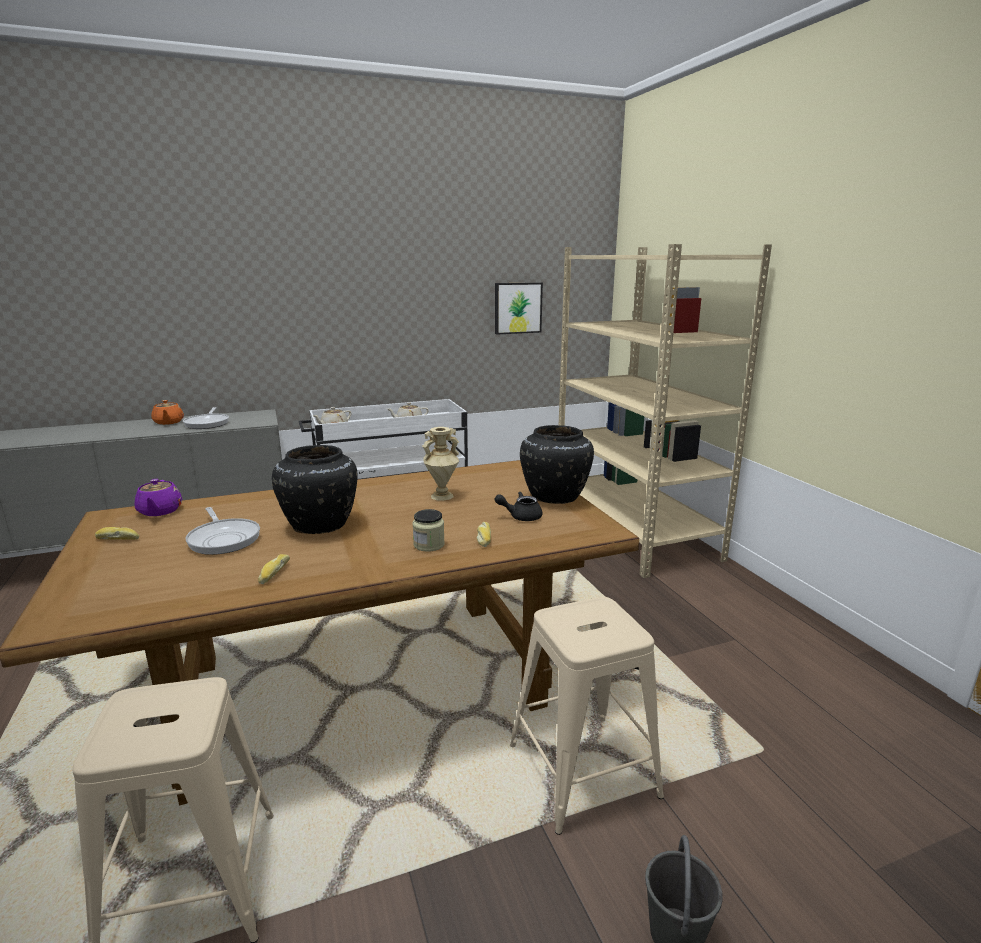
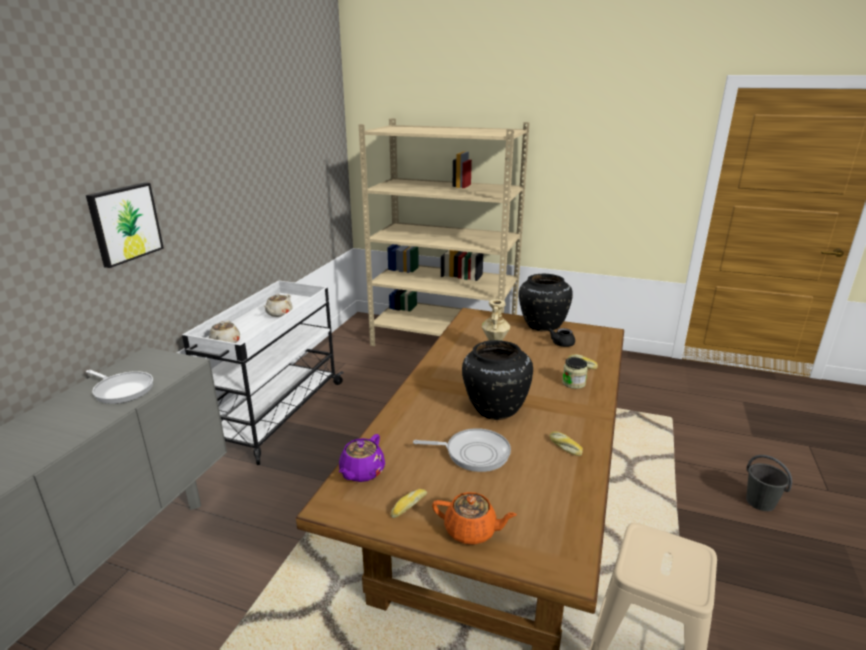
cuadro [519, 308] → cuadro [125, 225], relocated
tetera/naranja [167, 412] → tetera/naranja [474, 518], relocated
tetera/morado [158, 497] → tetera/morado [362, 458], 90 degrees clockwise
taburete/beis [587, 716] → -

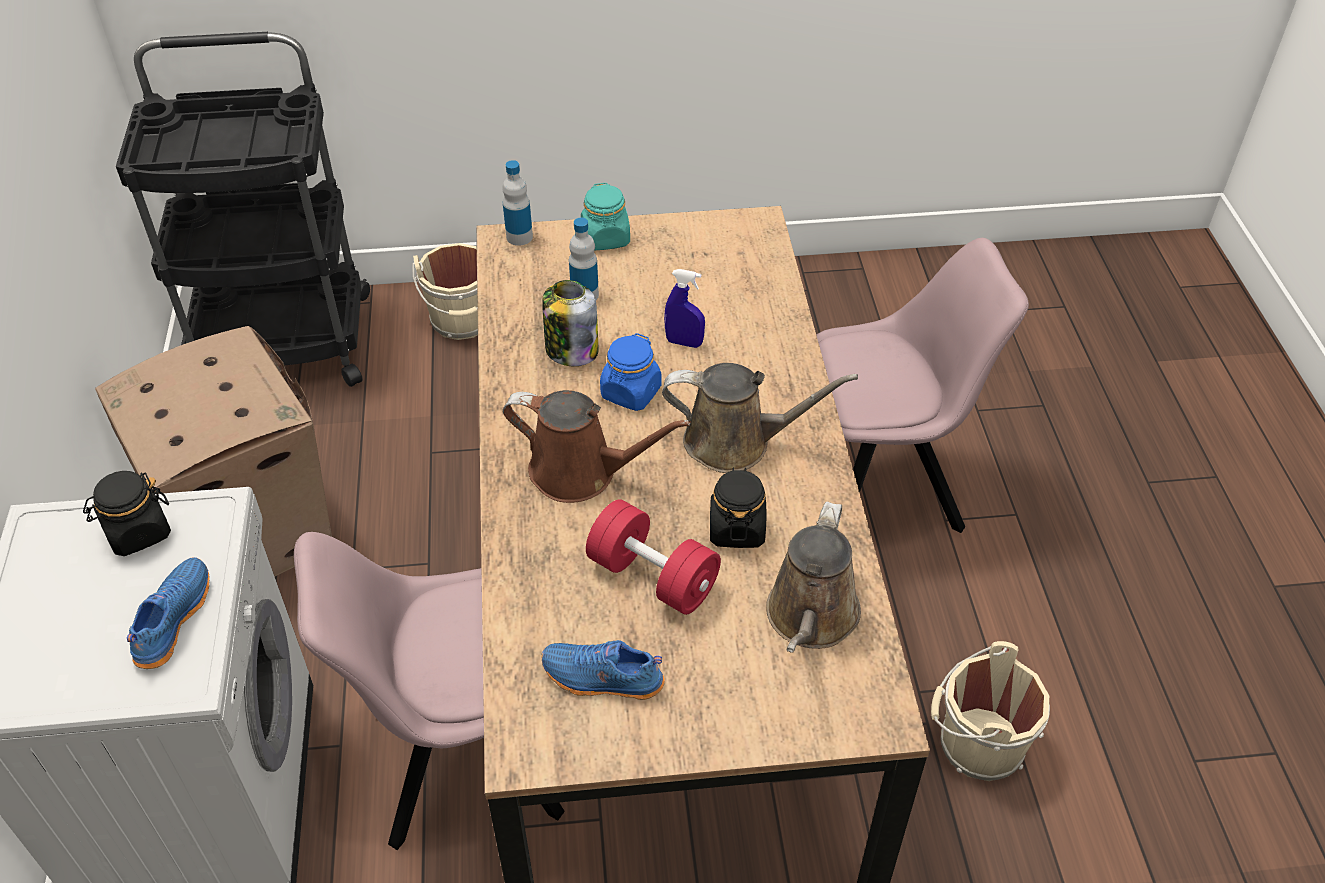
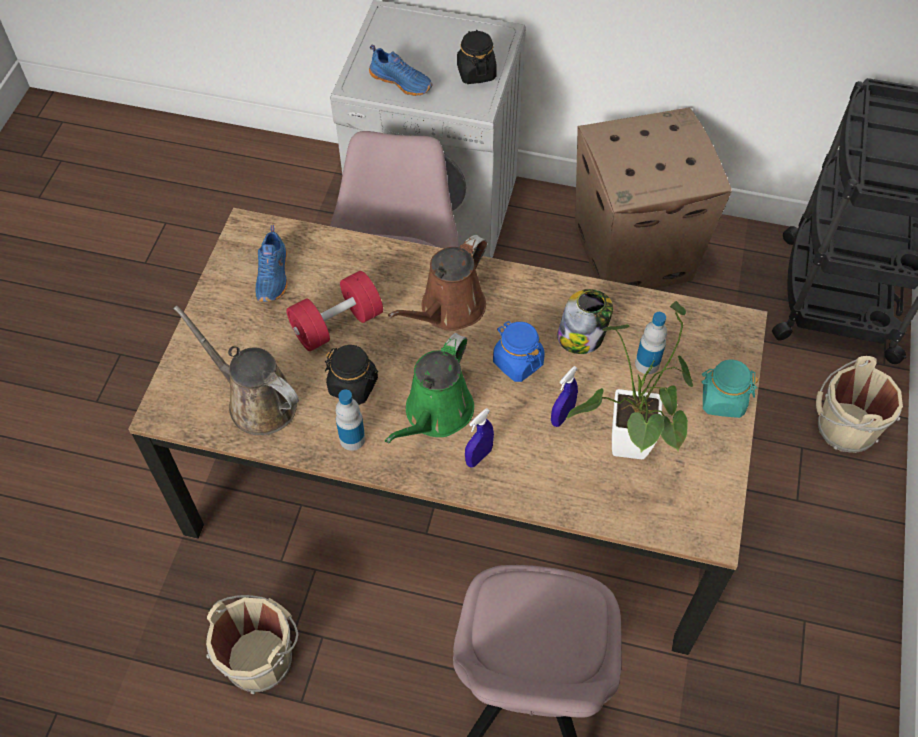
botella [517, 203] → botella [350, 420], relocated
regadera/marrón [760, 418] → regadera/verde [429, 388]
zapato/azul [603, 670] → zapato/azul [271, 263], 150 degrees clockwise
- → planta en maceta [629, 380]
- → pulverizador/azul [479, 438]

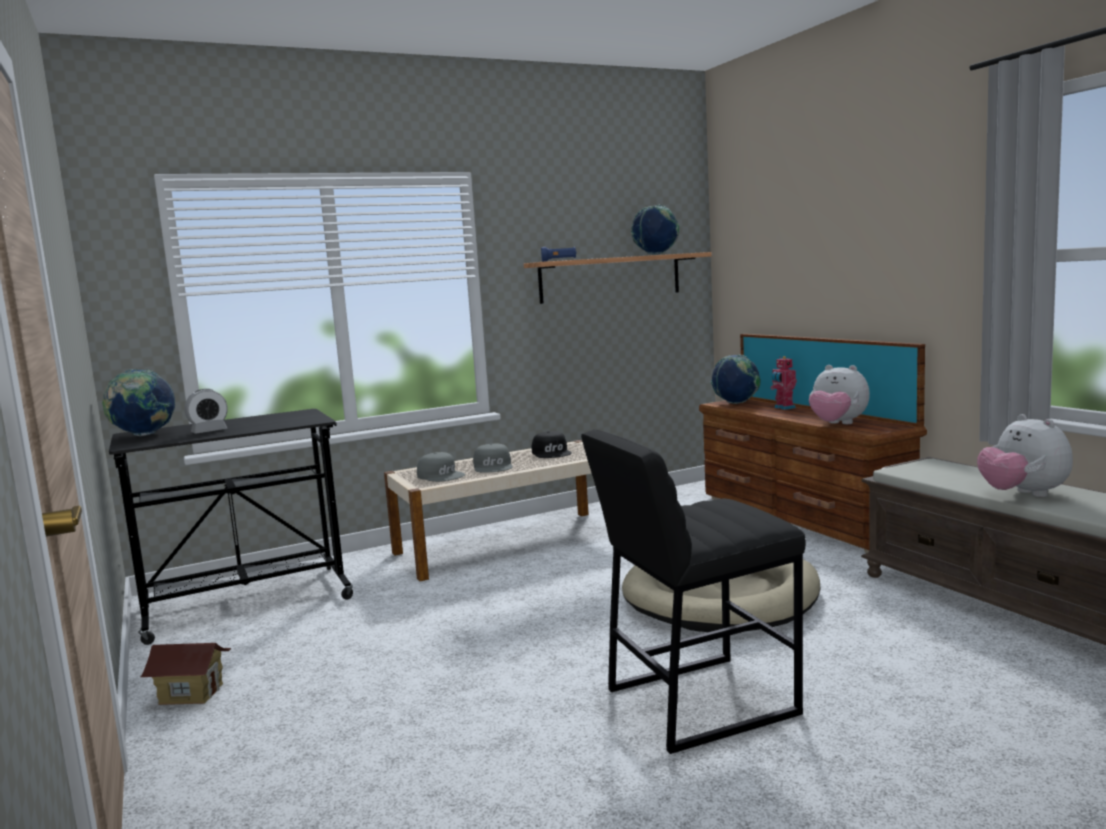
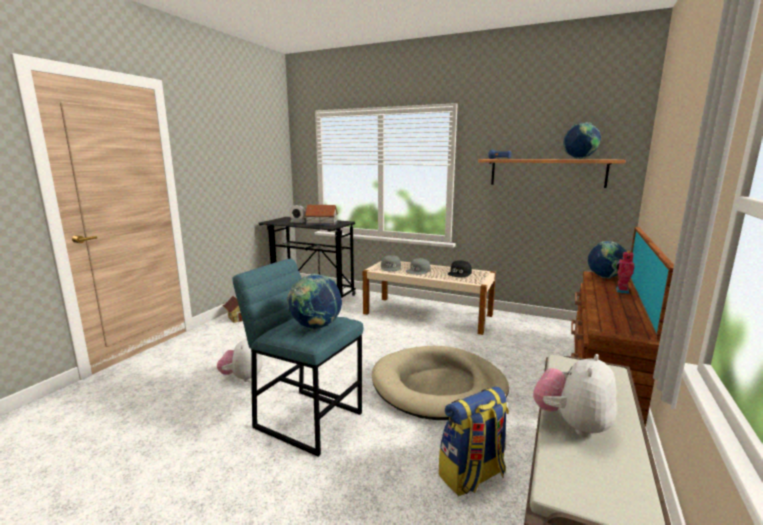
peluche [839, 394] → peluche [240, 360], relocated
globo terráqueo [138, 402] → globo terráqueo [314, 302], relocated
taburete/negro [693, 591] → taburete/azul [298, 358]
- → casita [321, 215]
- → mochila [474, 441]

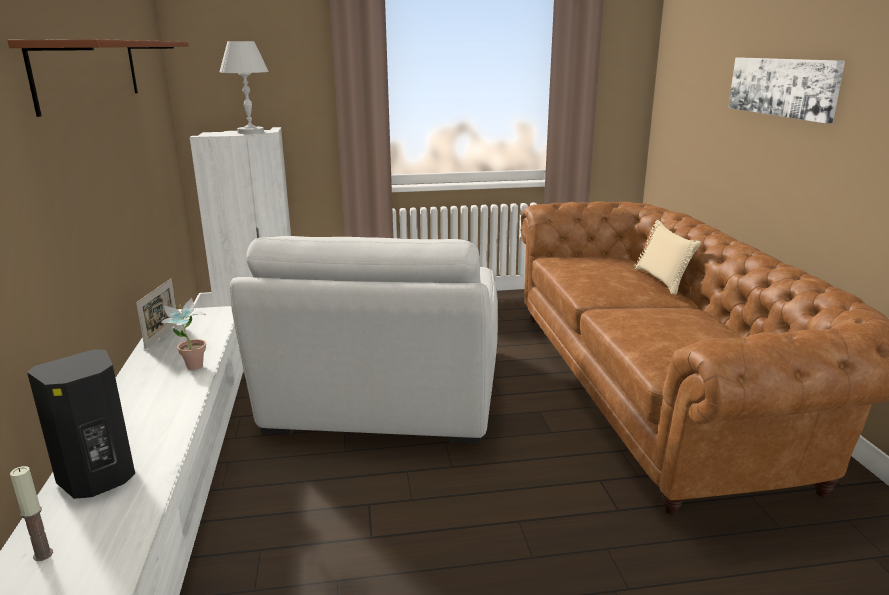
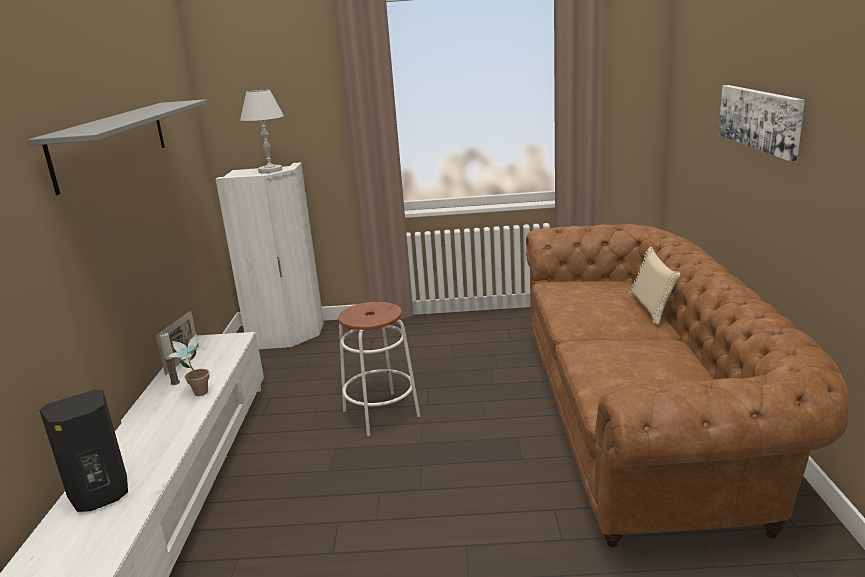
estante/marrón [98, 78] → estante/gris [117, 147]
sillón/blanco [364, 339] → taburete/blanco [379, 369]
vela [31, 513] → vela [170, 359], relocated

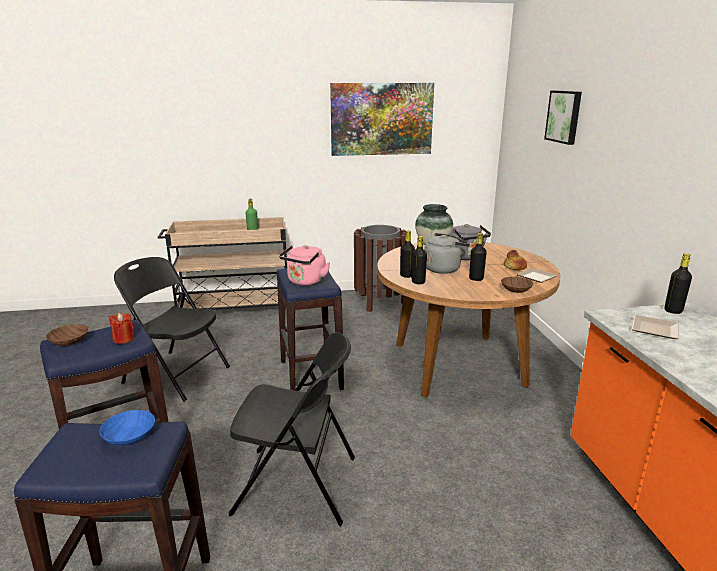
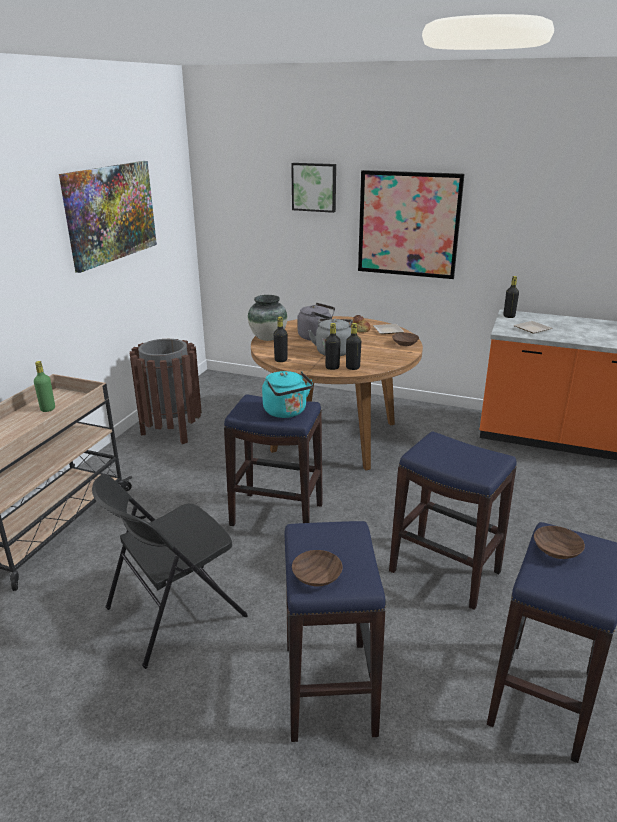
botella/negro [478, 257] → botella/negro [281, 339], relocated
hervidor/rosa [304, 265] → hervidor/turquesa [287, 394]
vela/rojo [122, 328] → -
silla/negro [292, 429] → taburete [453, 520]
cuenco/azul [127, 427] → cuenco/marrón [559, 542]
- → cuadro [411, 224]

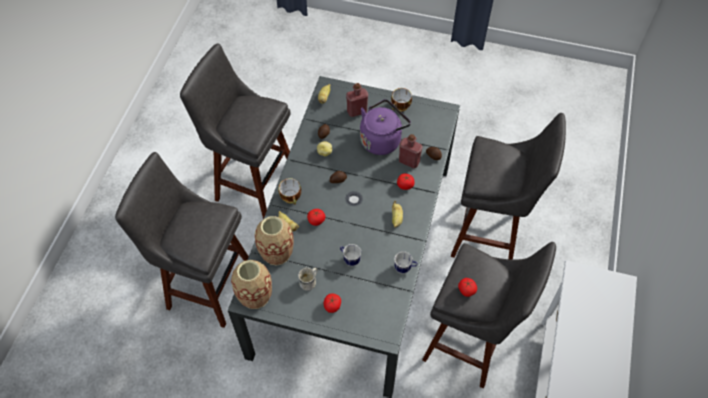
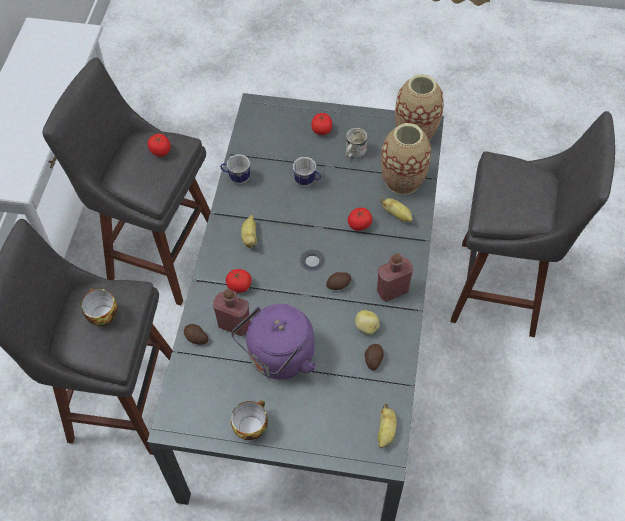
taburete/gris [235, 131] → -
botella/rojo [357, 100] → botella/rojo [395, 277], relocated
taza [290, 191] → taza [99, 307], relocated

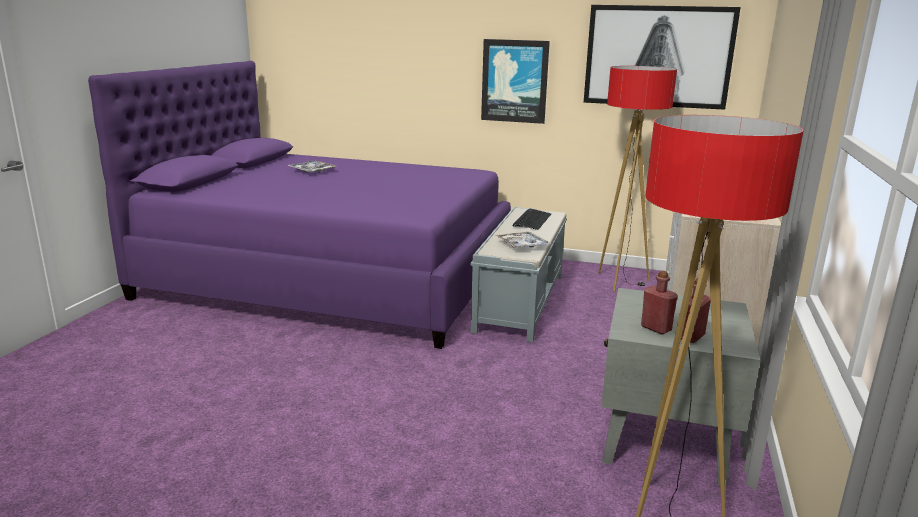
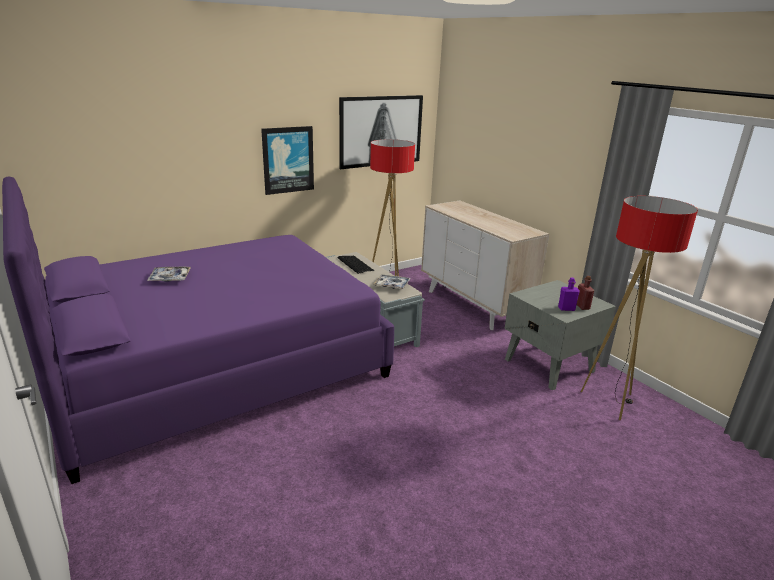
botella/rojo [659, 302] → botella/morado [569, 294]

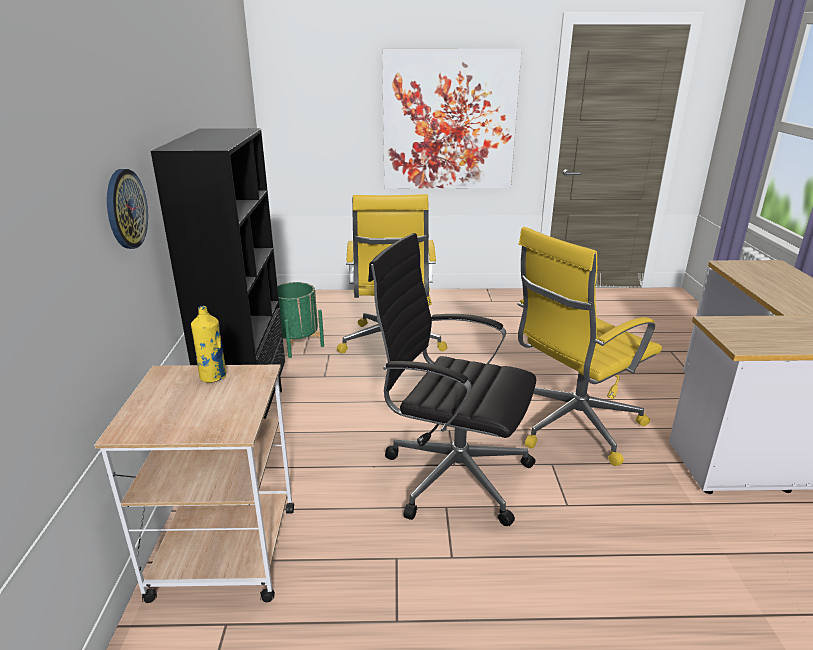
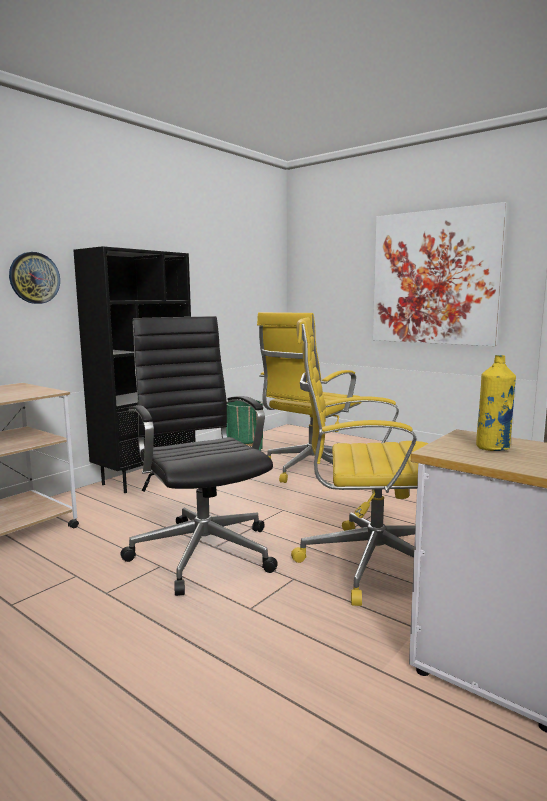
botella/amarillo [208, 344] → botella/amarillo [496, 403], relocated

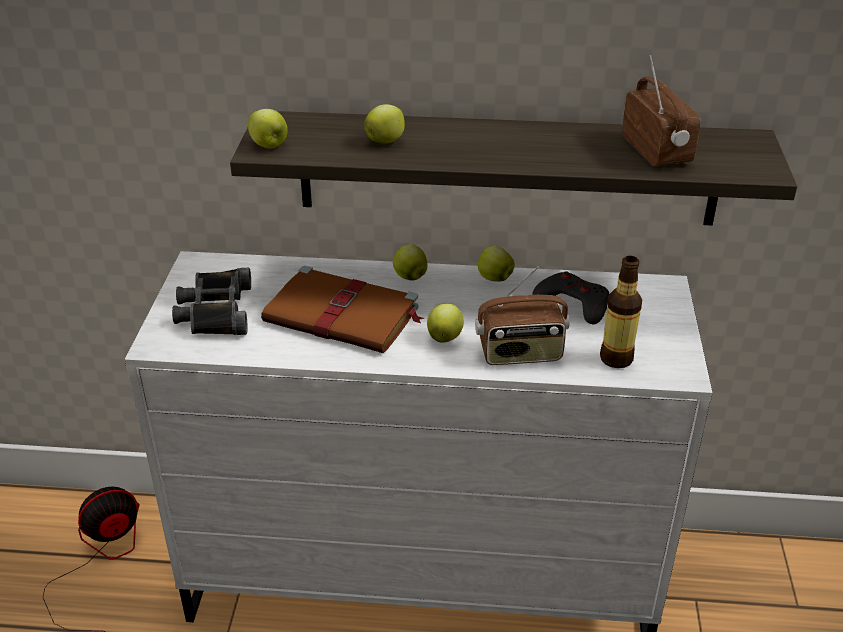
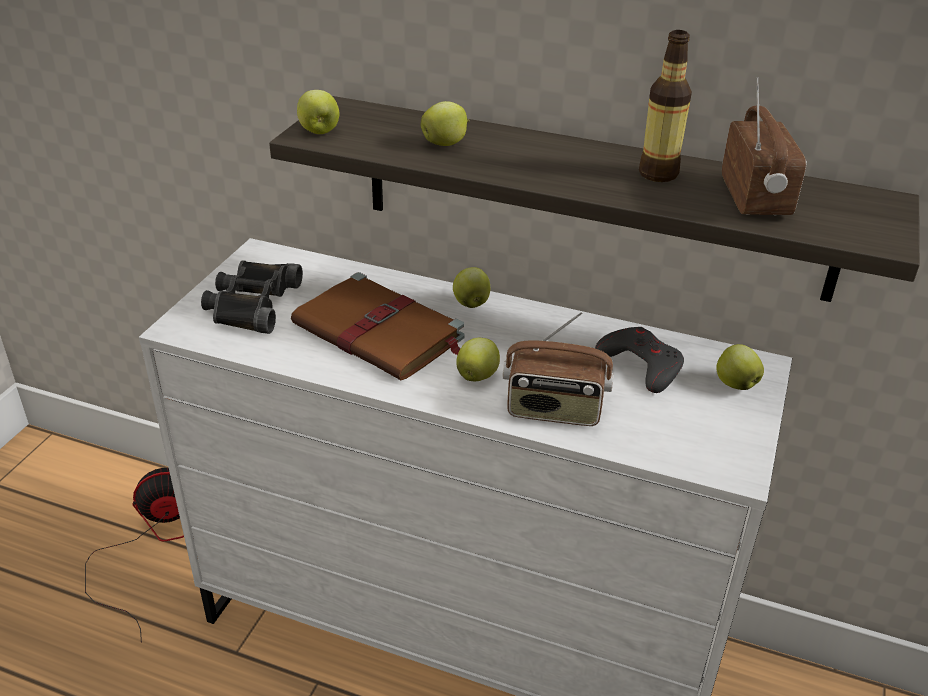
manzana [496, 264] → manzana [740, 367], relocated
botella [621, 312] → botella [665, 106], relocated

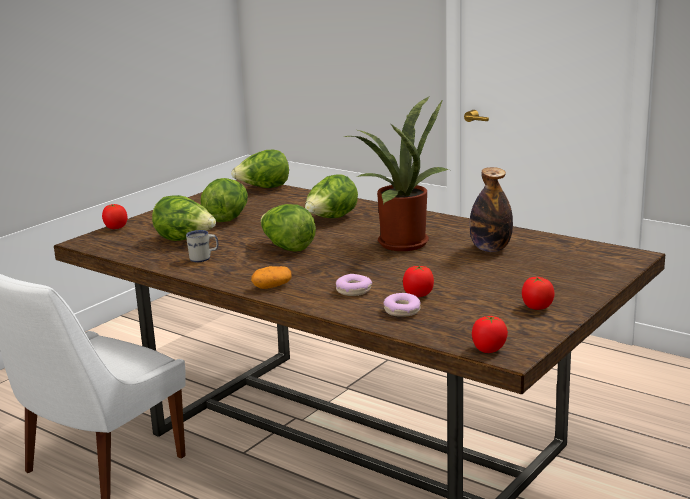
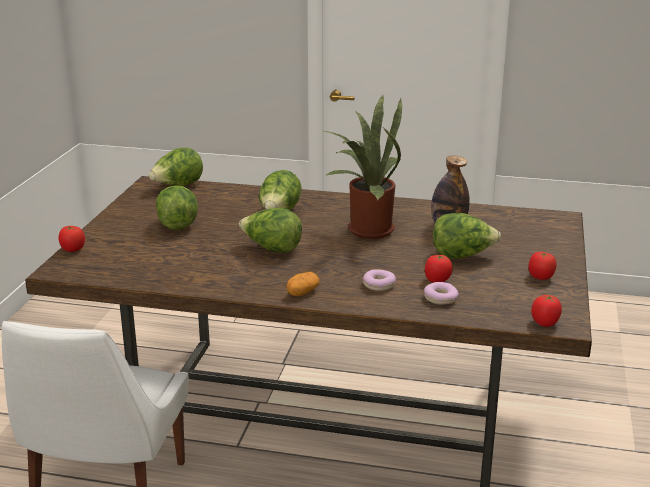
lechuga [184, 218] → lechuga [467, 236], relocated
taza grande/blanco [202, 246] → -

